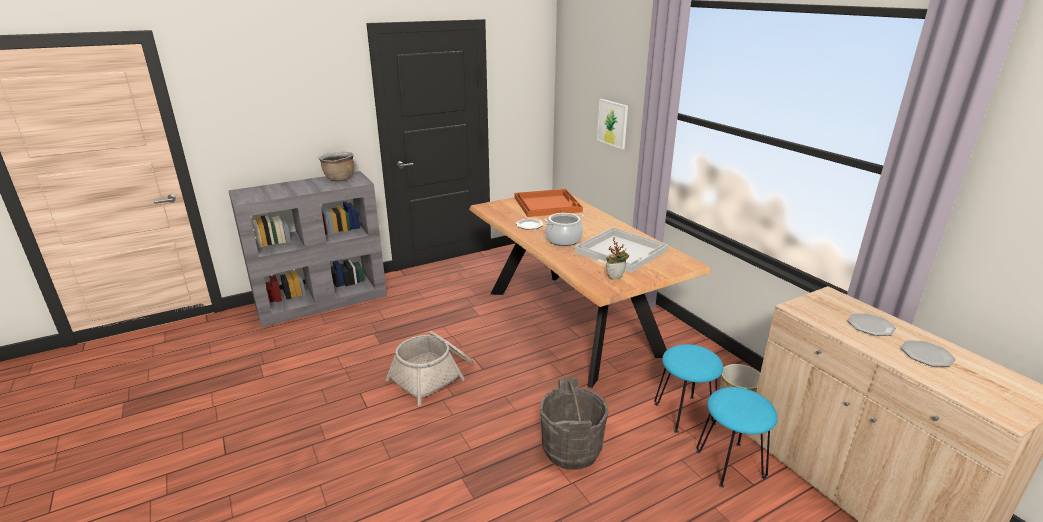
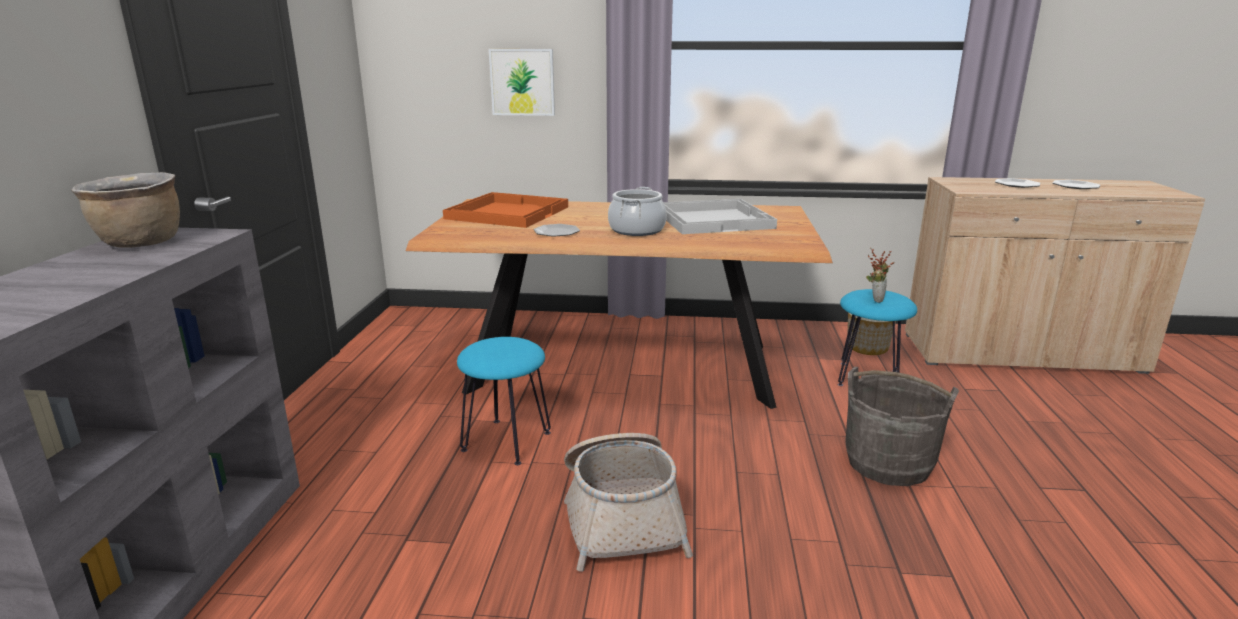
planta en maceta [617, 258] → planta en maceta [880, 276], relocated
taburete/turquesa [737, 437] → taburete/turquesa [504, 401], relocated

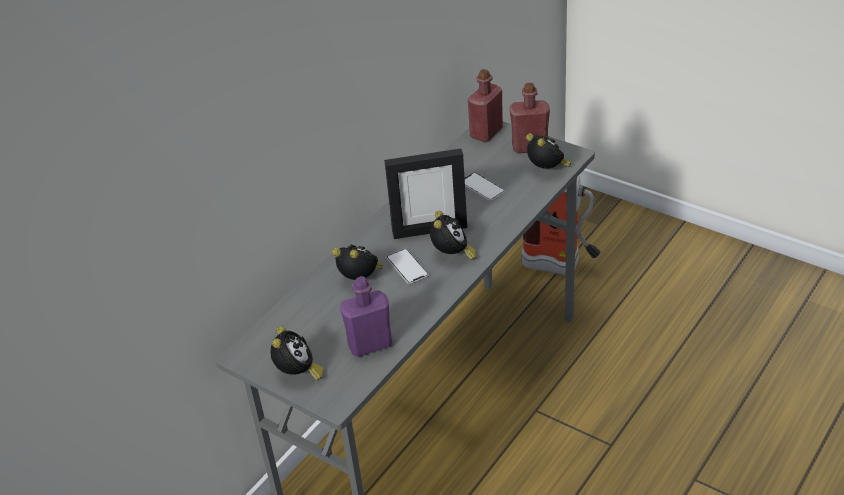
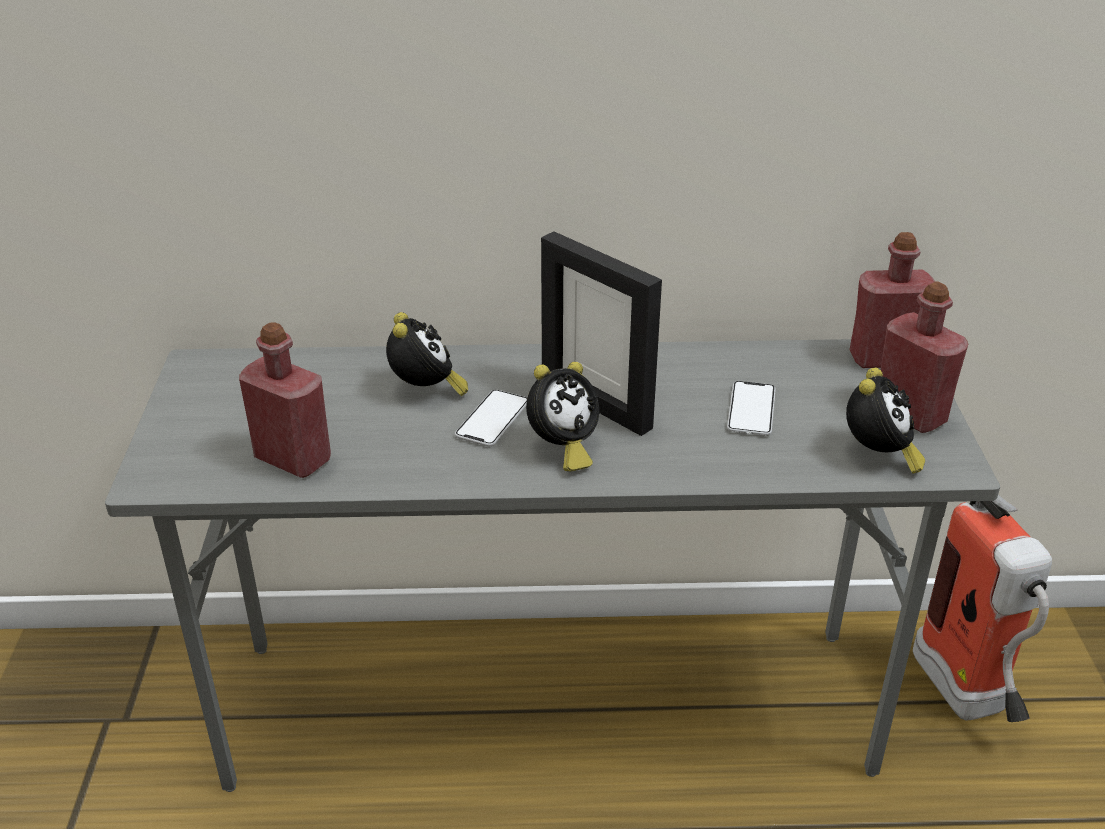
botella/morado [366, 316] → botella/rojo [285, 400]
despertador [297, 353] → -

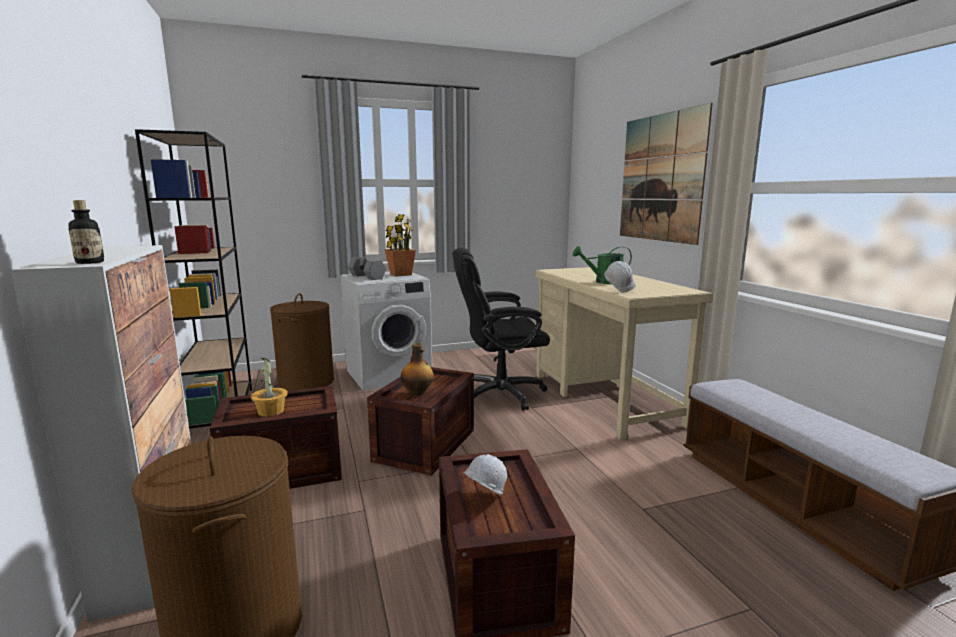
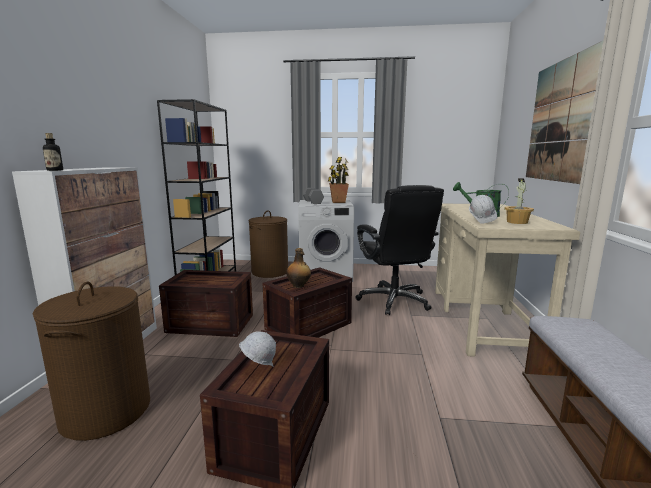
silla de oficina/negro [501, 329] → silla de oficina/negro [399, 250], 120 degrees counterclockwise
planta en maceta [269, 387] → planta en maceta [519, 201], relocated

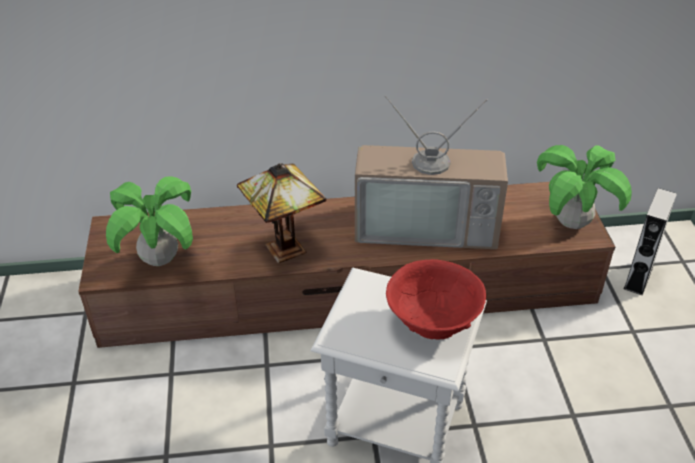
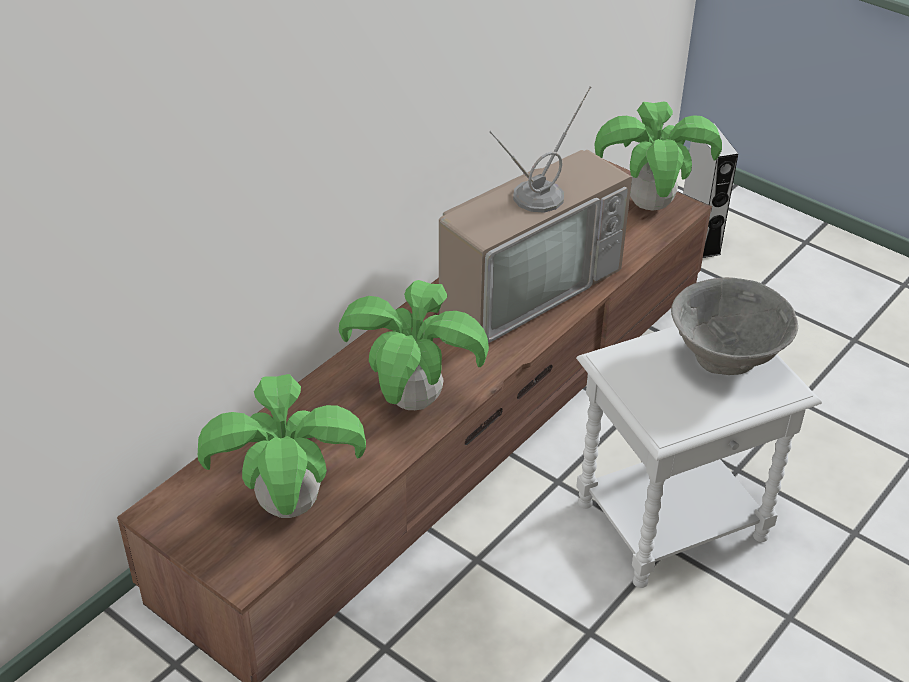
lámpara de mesa [281, 213] → planta en maceta [414, 345]
cuenco/rojo [436, 299] → cuenco/gris [734, 326]

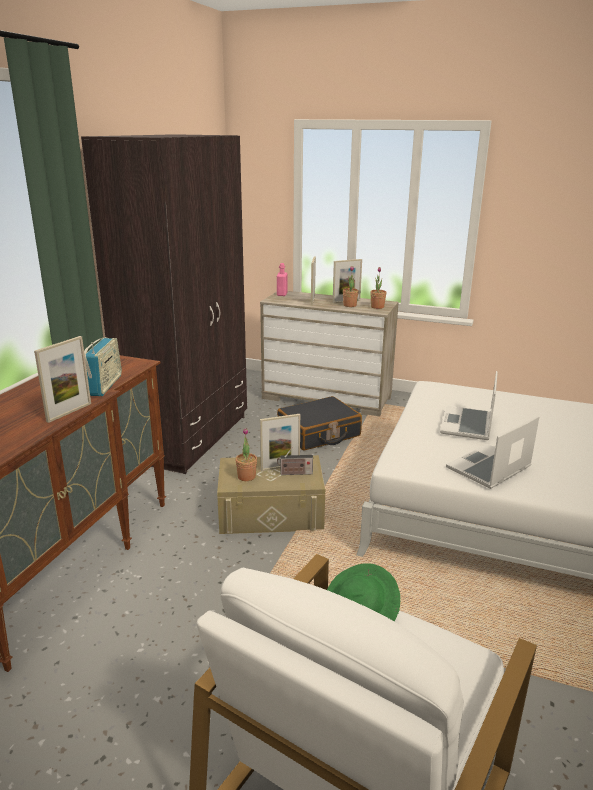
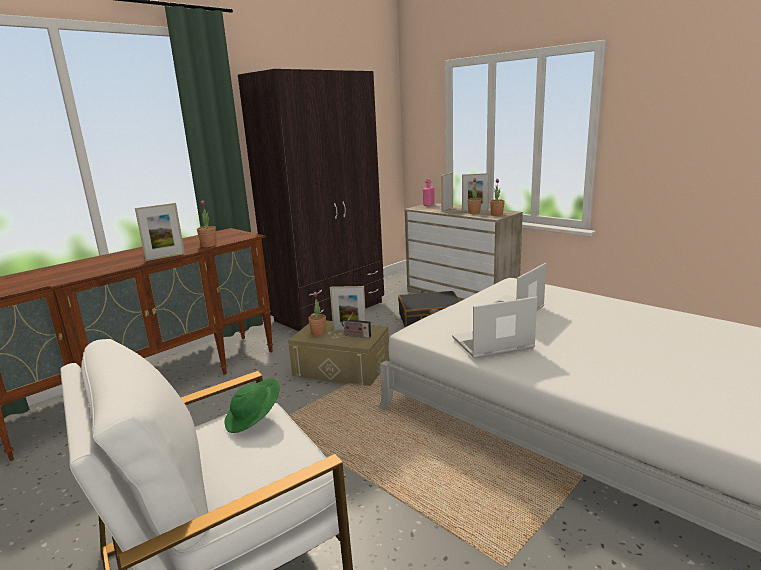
radio [103, 366] → planta en maceta [207, 223]

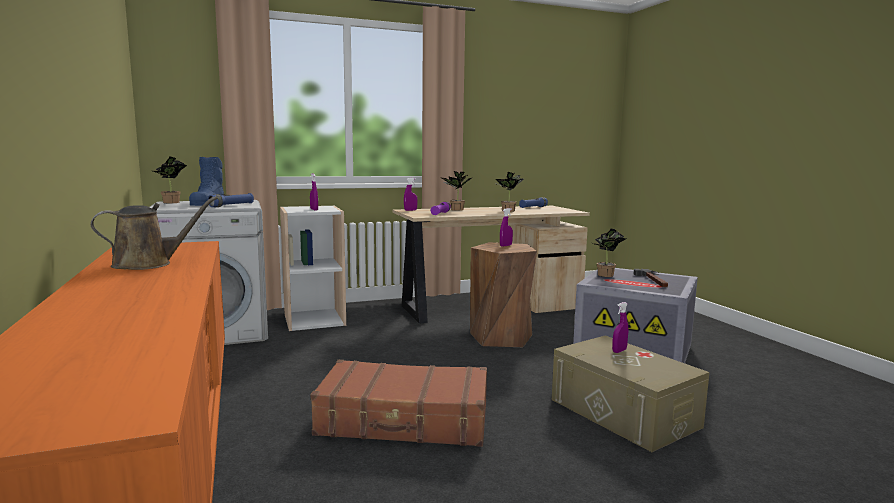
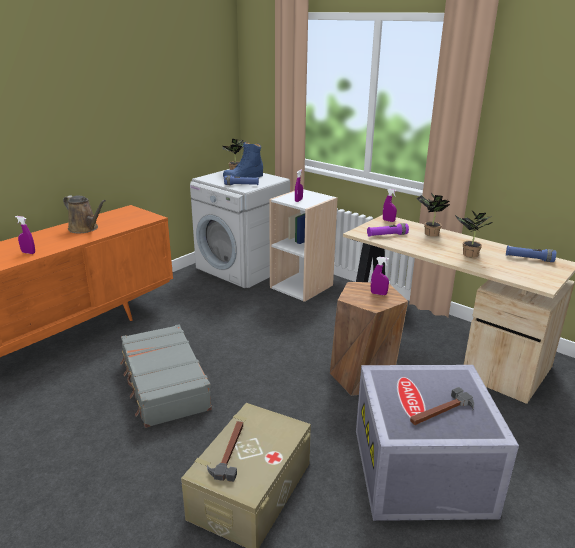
planta en maceta [609, 253] → -
pulverizador/morado [620, 327] → pulverizador/morado [25, 235], relocated
maleta/marrón [399, 403] → maleta/gris [166, 376]
- → martillo [225, 451]

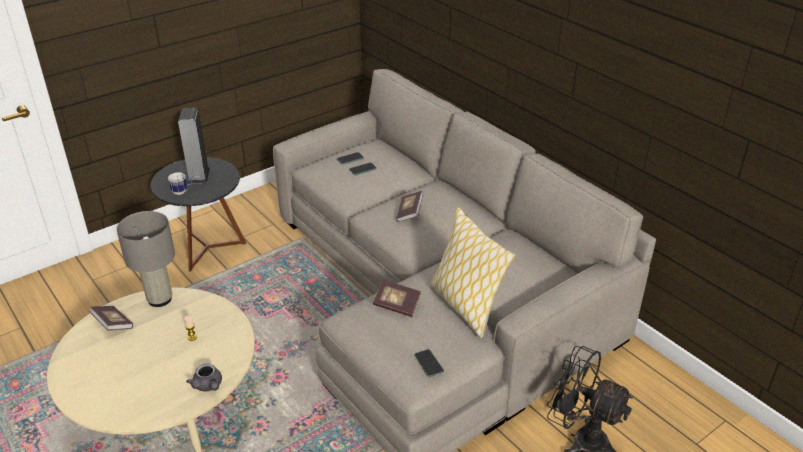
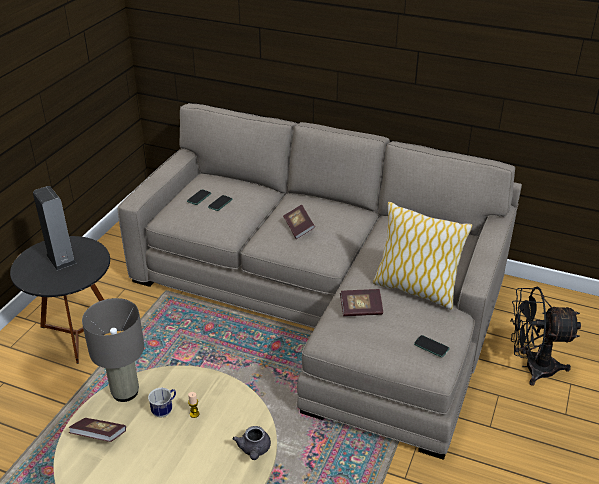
taza grande [180, 183] → taza grande [162, 403], relocated
tetera/gris [204, 377] → tetera/gris [251, 443], 60 degrees clockwise

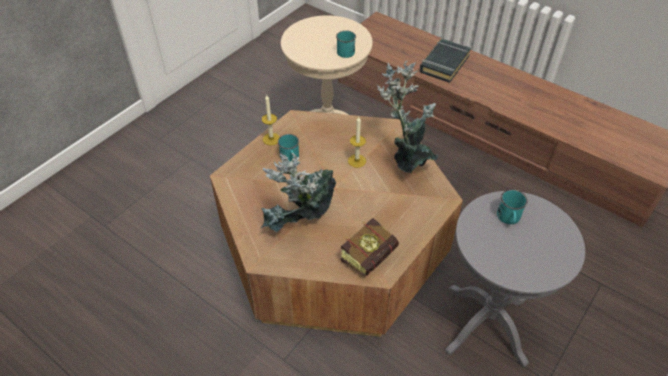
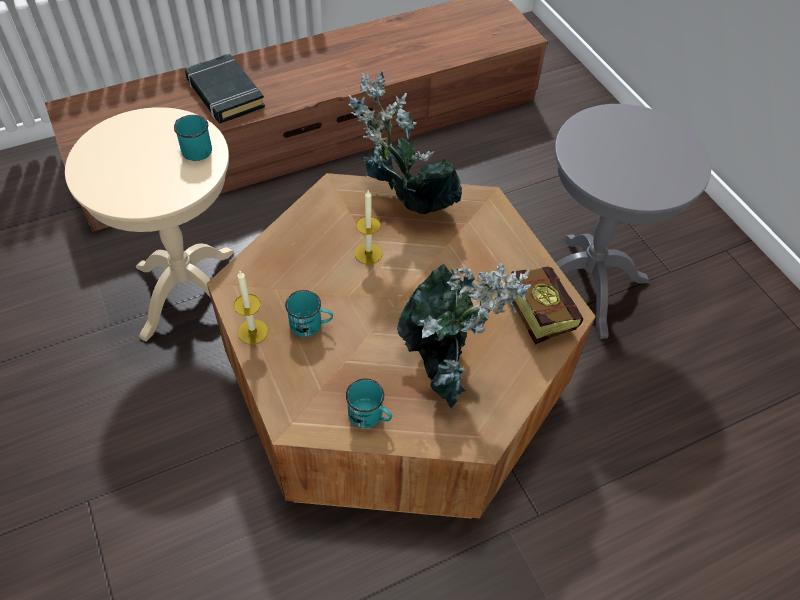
taza grande/turquesa [512, 206] → taza grande/turquesa [369, 403], relocated

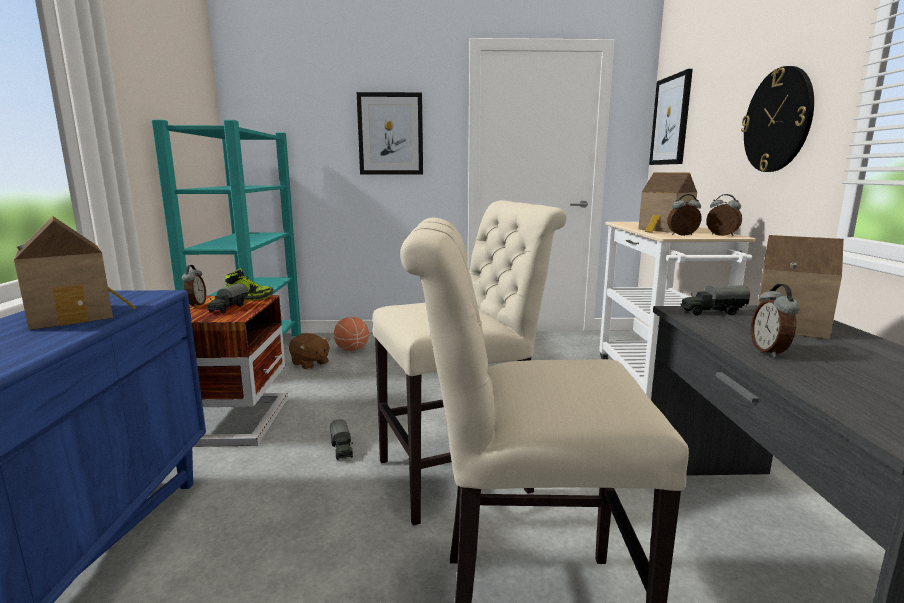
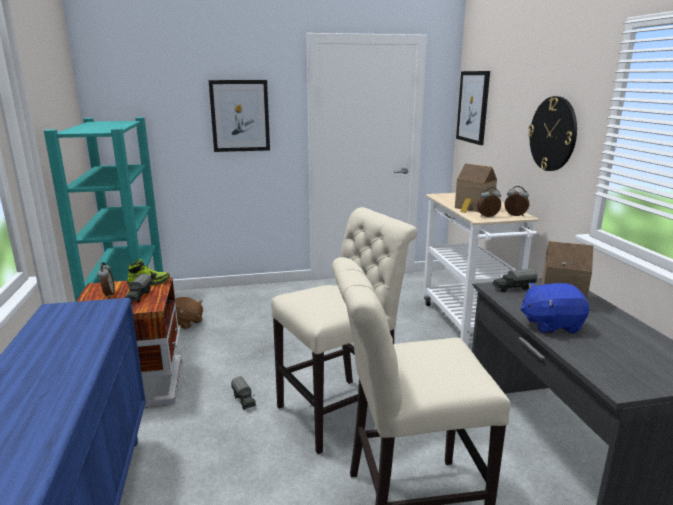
casita [75, 273] → -
despertador [775, 321] → peluche/azul [554, 308]
balón de baloncesto [351, 334] → -

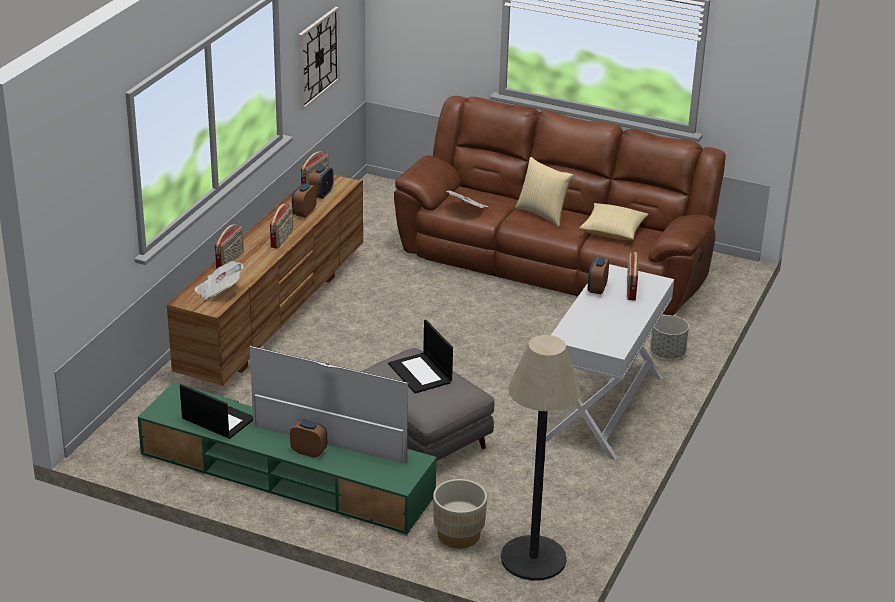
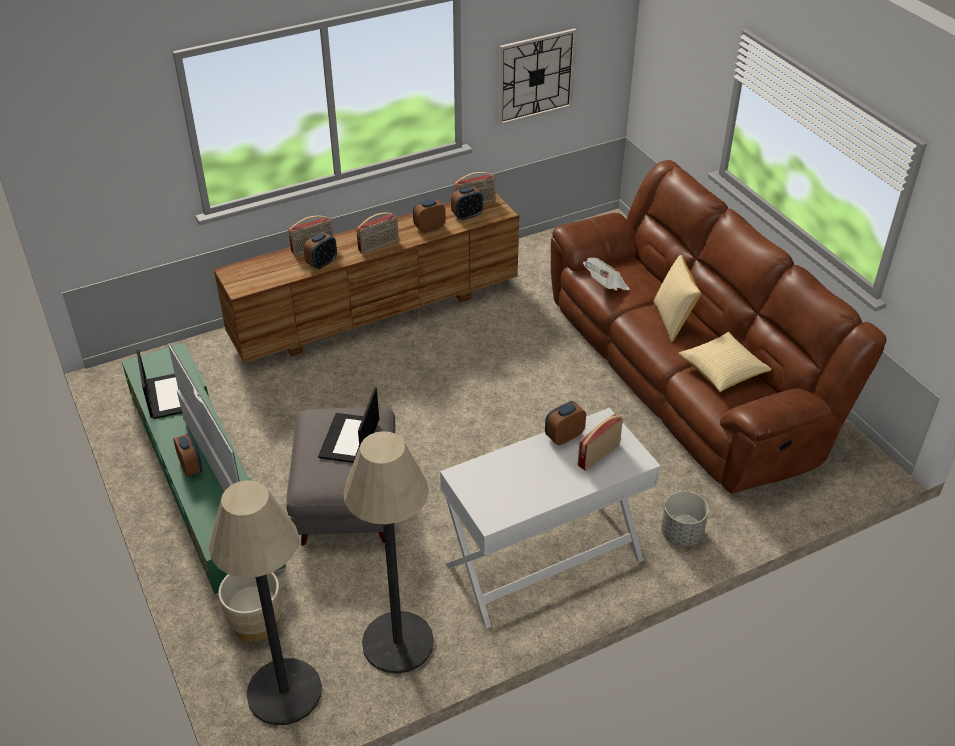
periódico [219, 280] → -
- → despertador [320, 251]
- → lámpara de pie [388, 552]

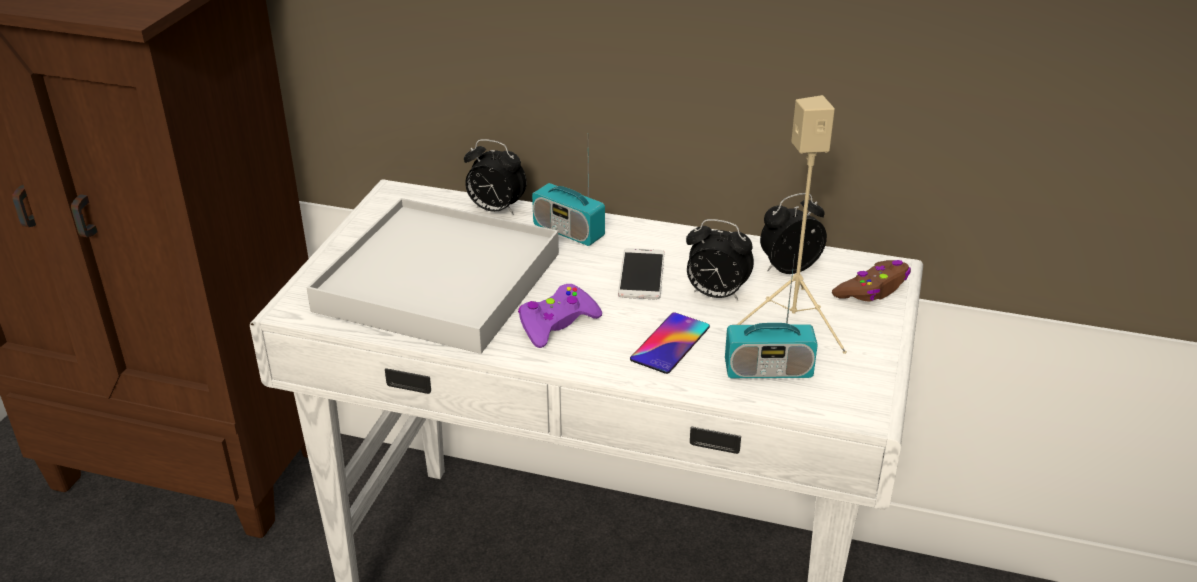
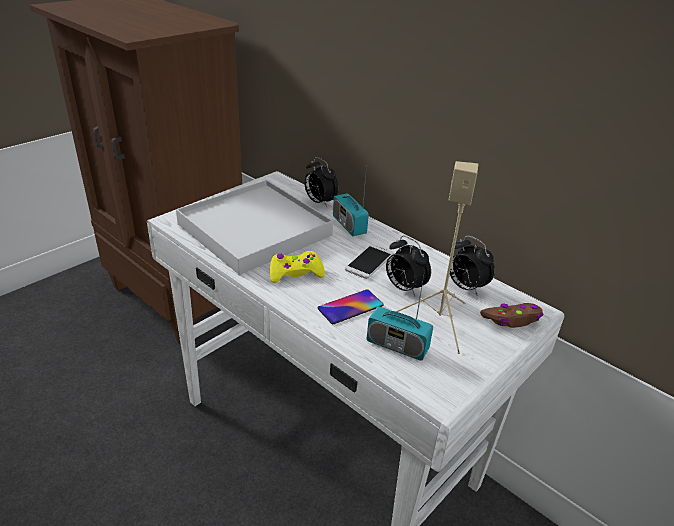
despertador [793, 233] → despertador [472, 266], 135 degrees counterclockwise
mando de consola/morado [560, 316] → mando de consola/amarillo [297, 267]

